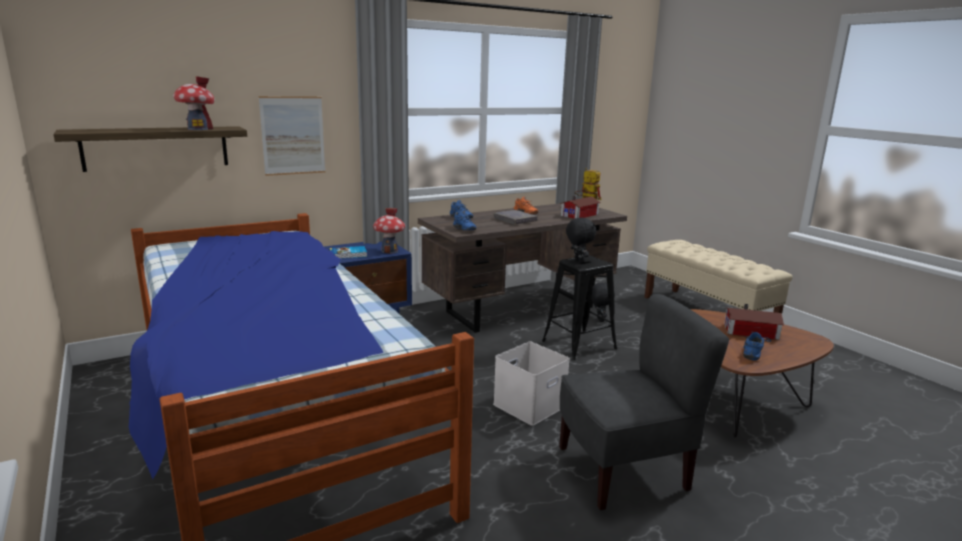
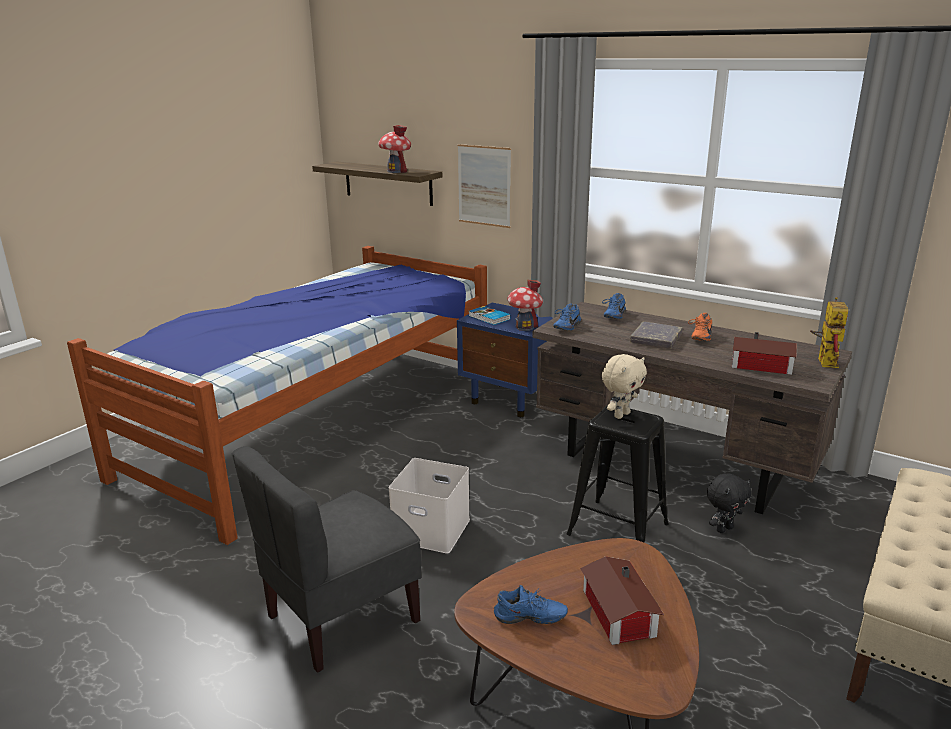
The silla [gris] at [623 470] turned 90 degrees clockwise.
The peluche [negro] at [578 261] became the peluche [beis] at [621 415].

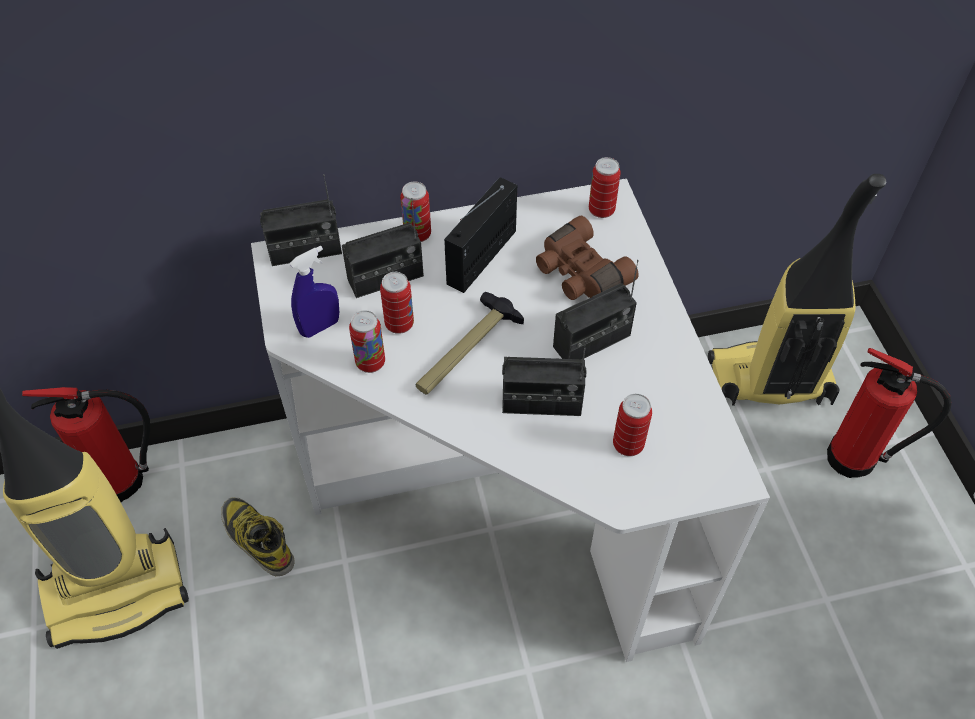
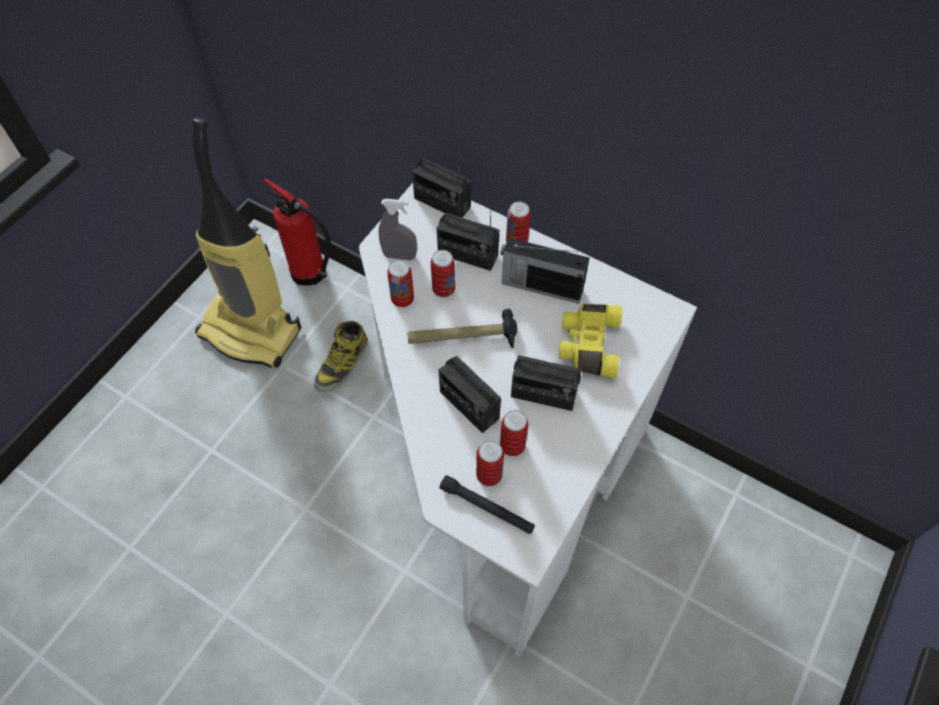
The bota at [256 539] turned 150 degrees counterclockwise.
The pulverizador [azul] at [320 327] became the pulverizador [gris] at [399 255].
The radio at [483 256] turned 150 degrees counterclockwise.
The prismáticos [marrón] at [579 273] became the prismáticos [amarillo] at [587 345].
The lata moved from [601 210] to [512 446].
The aspiradora at [768 383] disappeared.
The extintor at [856 459] disappeared.
The linterna [negro] at [487 508] appeared.

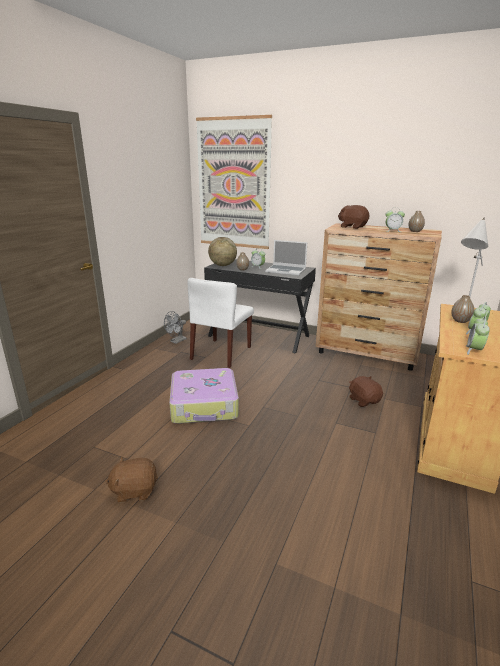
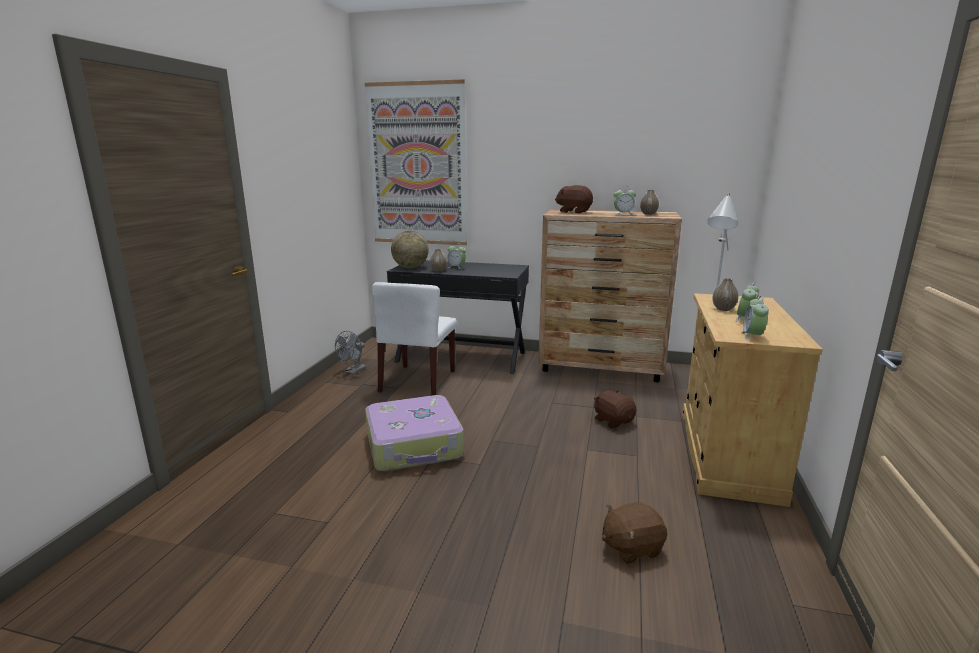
The peluche [marrón] moved from [134 490] to [631 547].
The portátil at [286 271] disappeared.

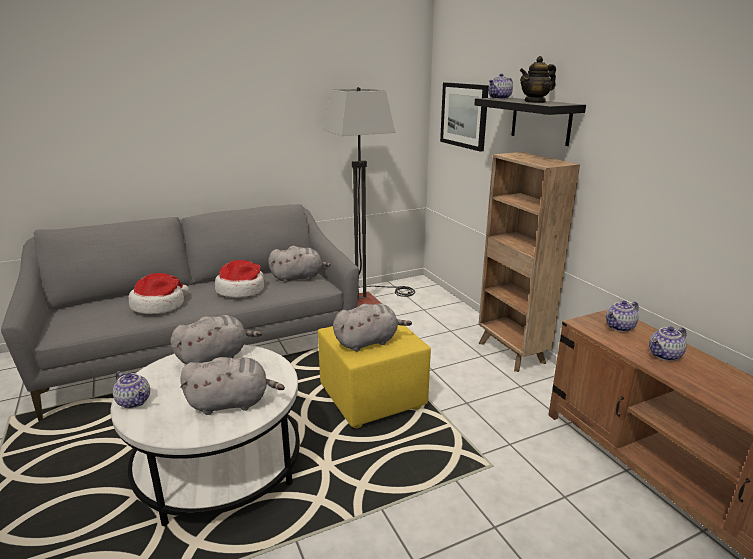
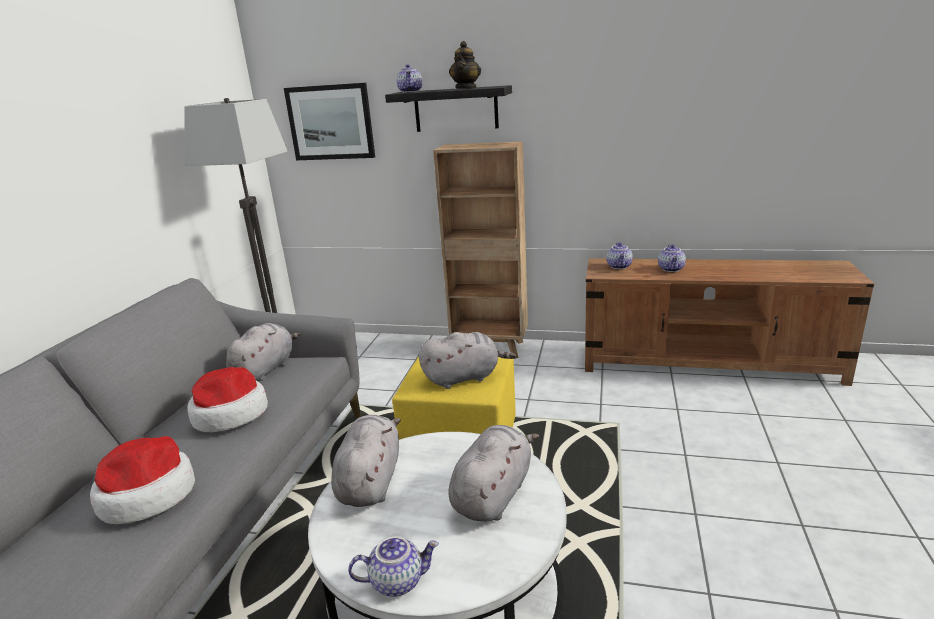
The peluche [gris] at [368 342] turned 60 degrees clockwise.

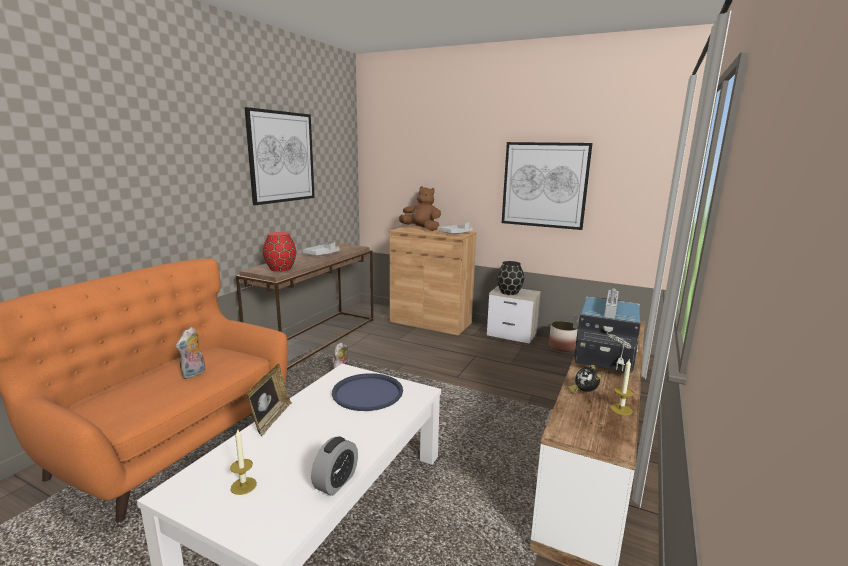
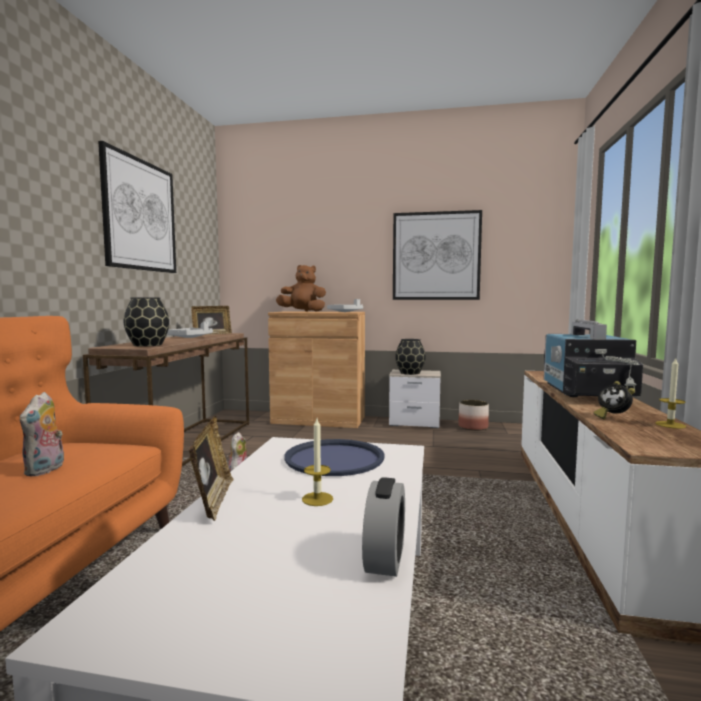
The vela moved from [243 486] to [317 499].
The florero [rojo] at [281 269] became the florero [negro] at [148 345].
The portarretratos at [212 334] appeared.

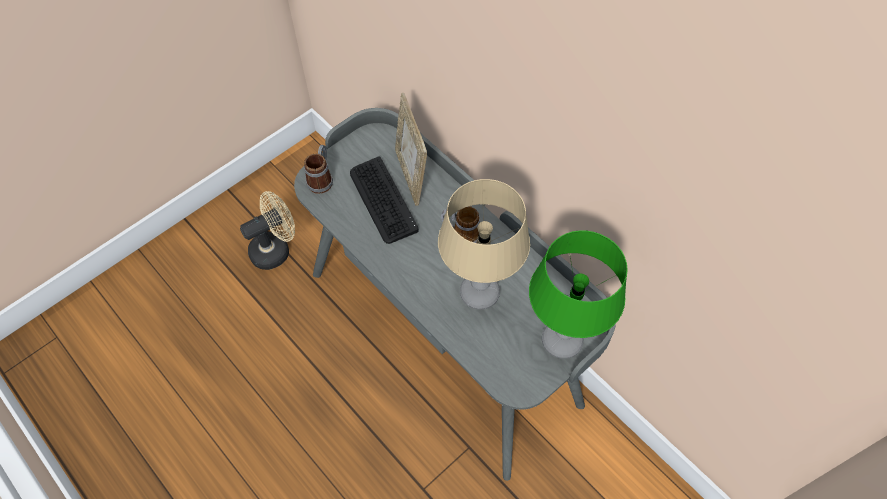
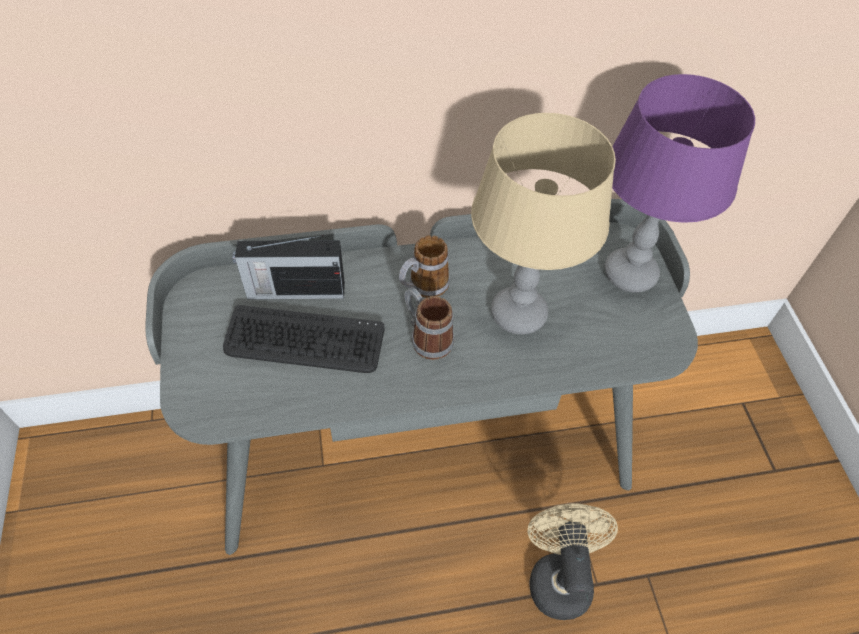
The ventilador [beis] moved from [275 249] to [558 575].
The taza grande moved from [321 178] to [426 337].
The portarretratos at [411 175] was replaced by the radio at [294 290].
The lámpara de mesa [verde] at [562 341] became the lámpara de mesa [morado] at [630 274].

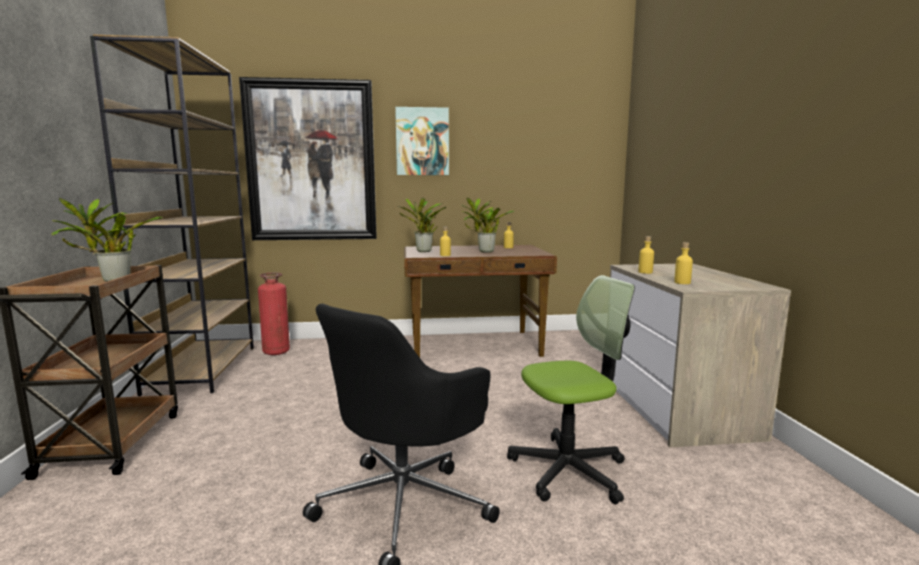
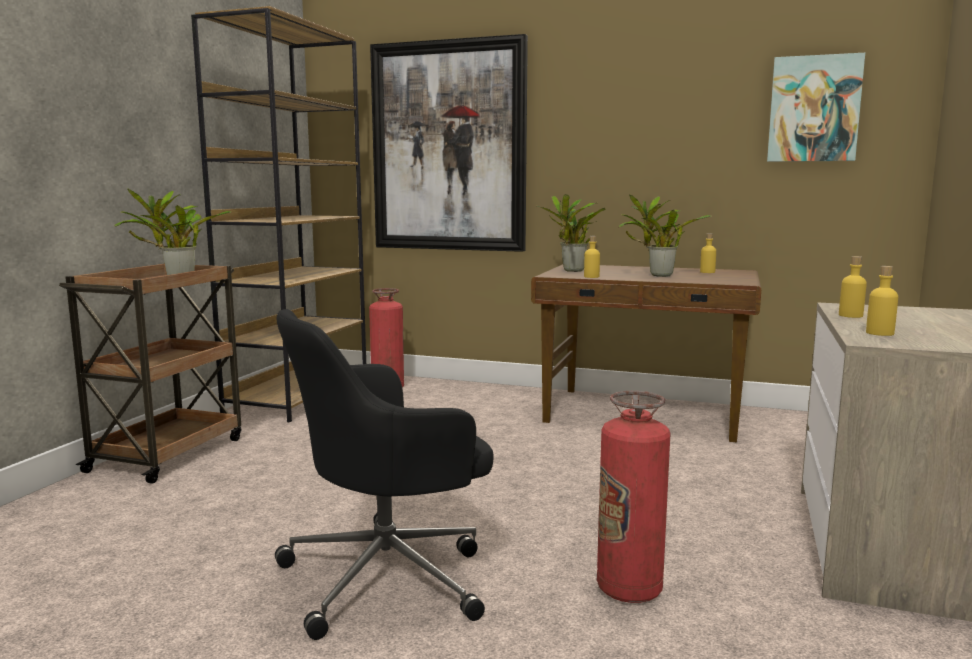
The cuadro moved from [422 141] to [814 109].
The silla de oficina at [568 470] was replaced by the extintor at [629 589].

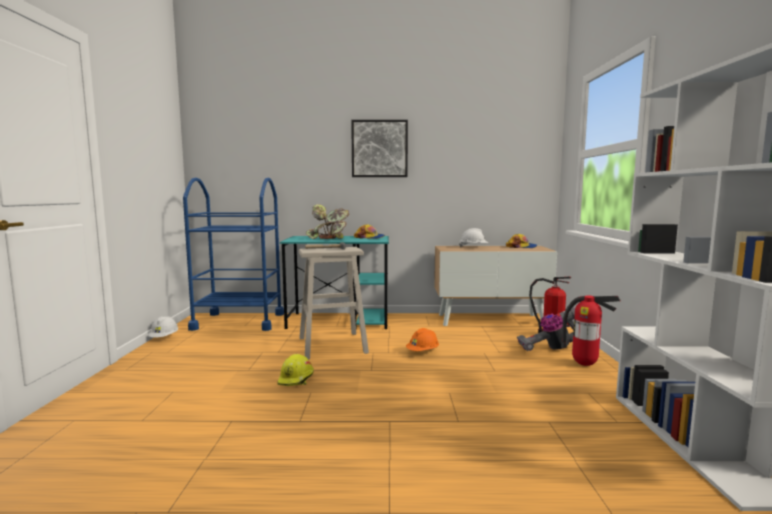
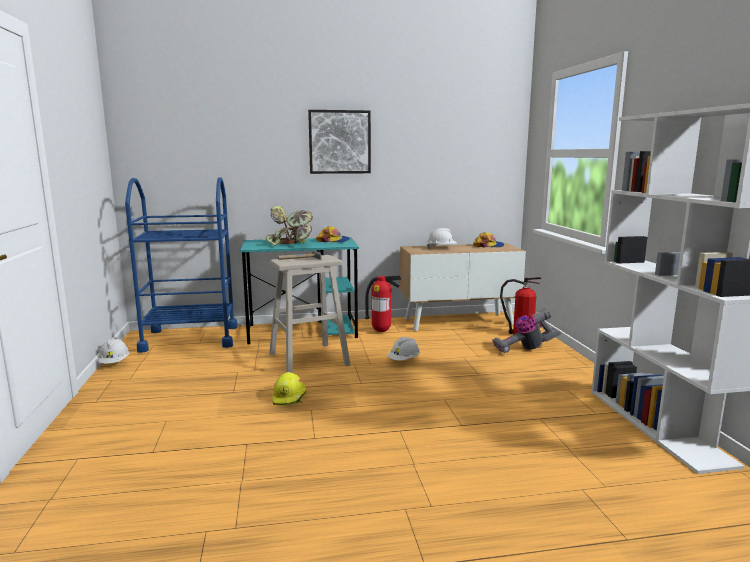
The casco [naranja] at [423 352] became the casco [blanco] at [404 360].
The extintor moved from [585 364] to [381 331].

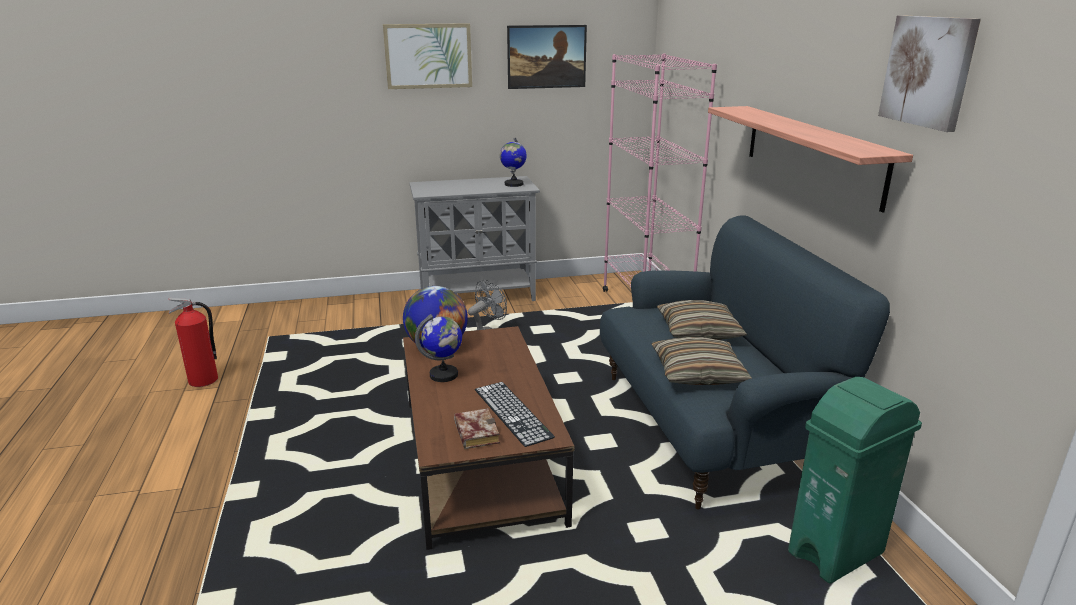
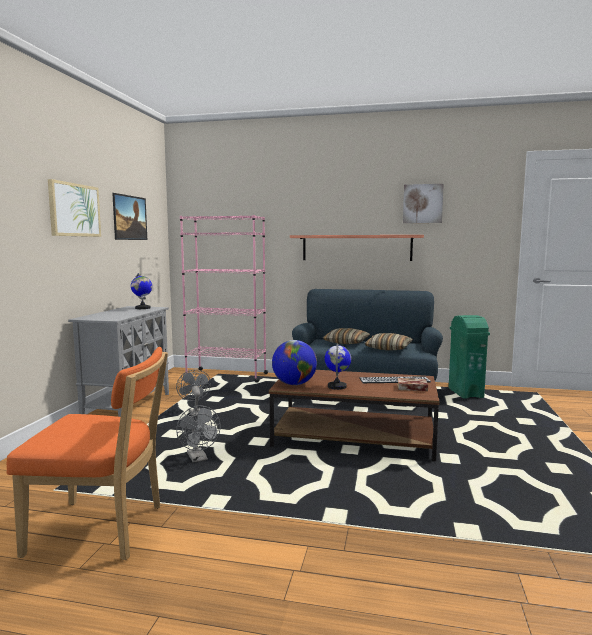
The extintor at [204 380] was replaced by the silla [naranja] at [103 530].
The ventilador [gris] at [199 459] appeared.

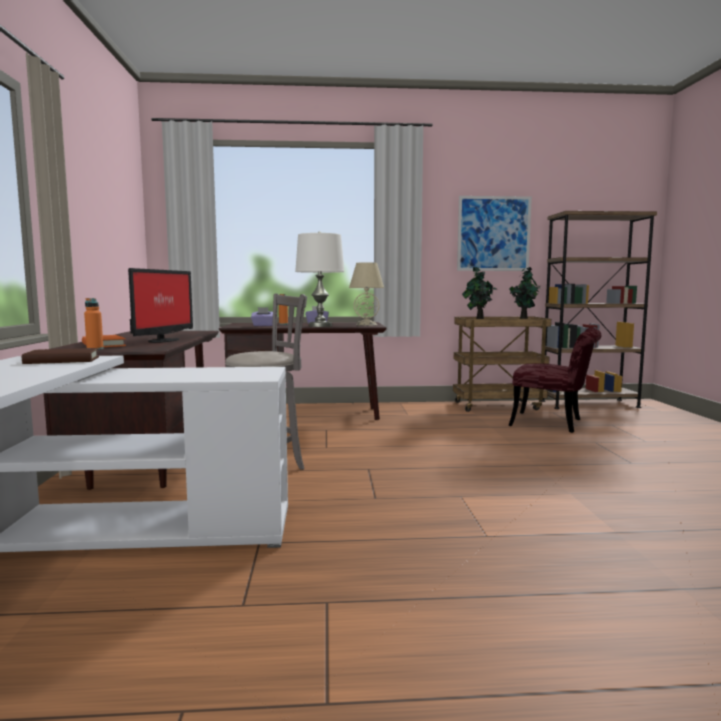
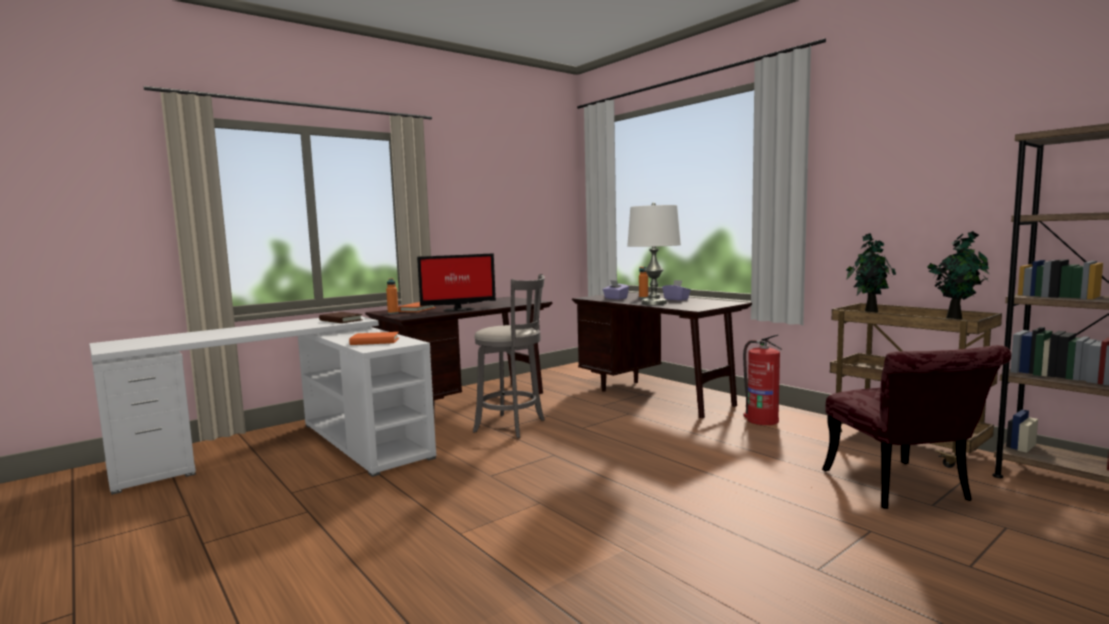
The lámpara de mesa [beis] at [366 324] disappeared.
The cuadro at [493 233] disappeared.
The libro [naranja] at [375 341] appeared.
The extintor at [761 420] appeared.

